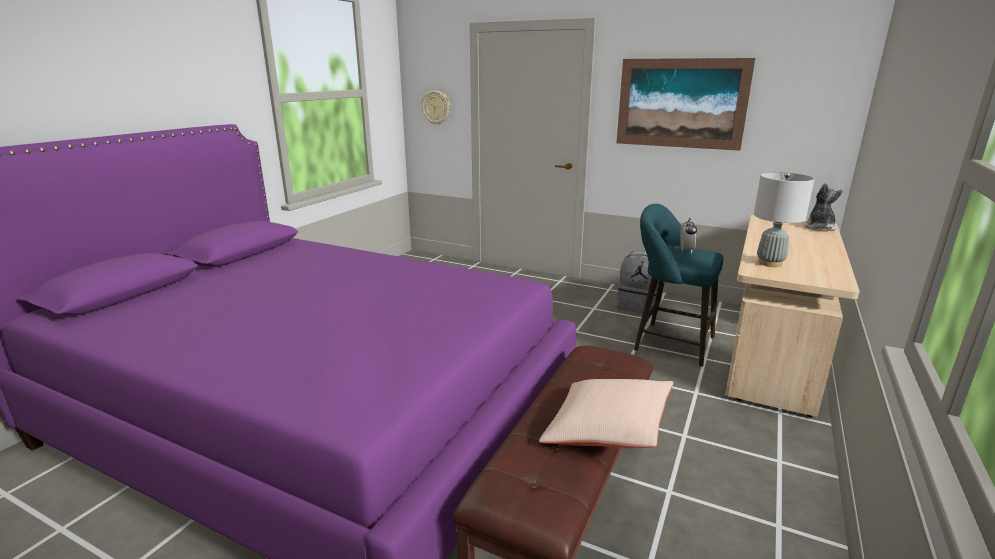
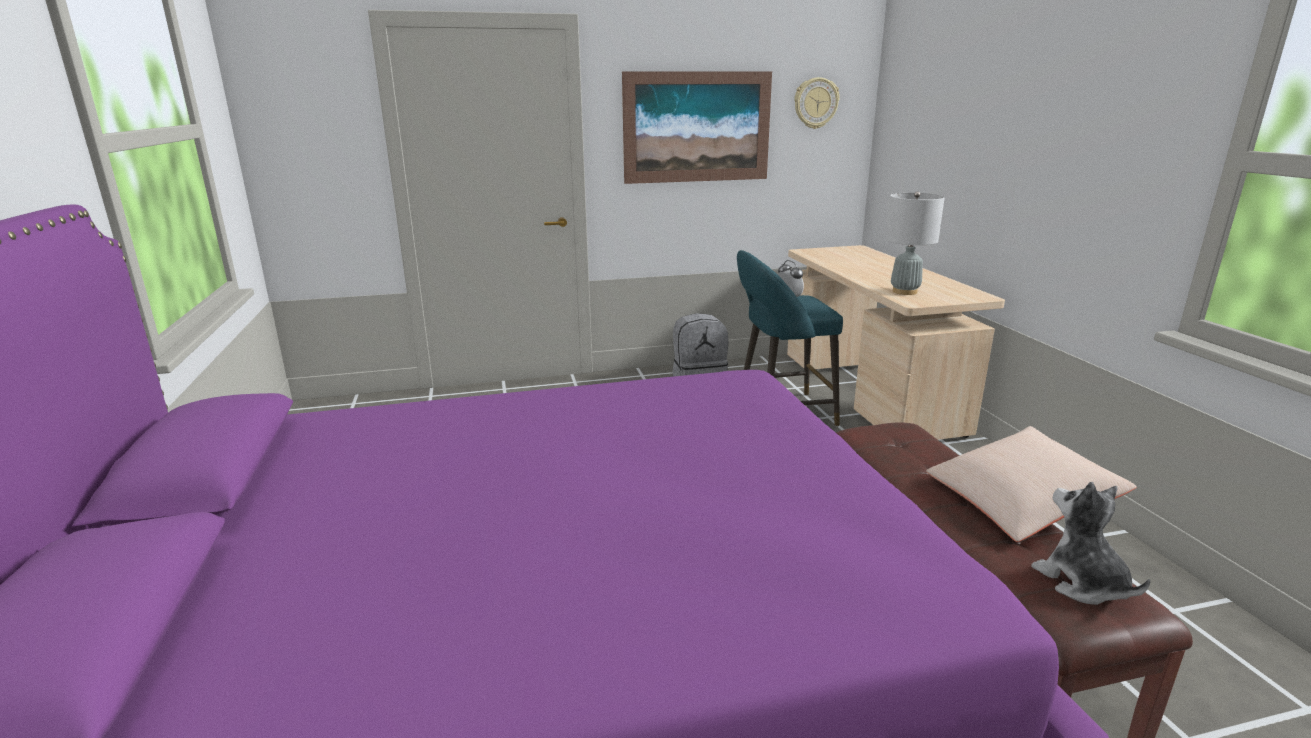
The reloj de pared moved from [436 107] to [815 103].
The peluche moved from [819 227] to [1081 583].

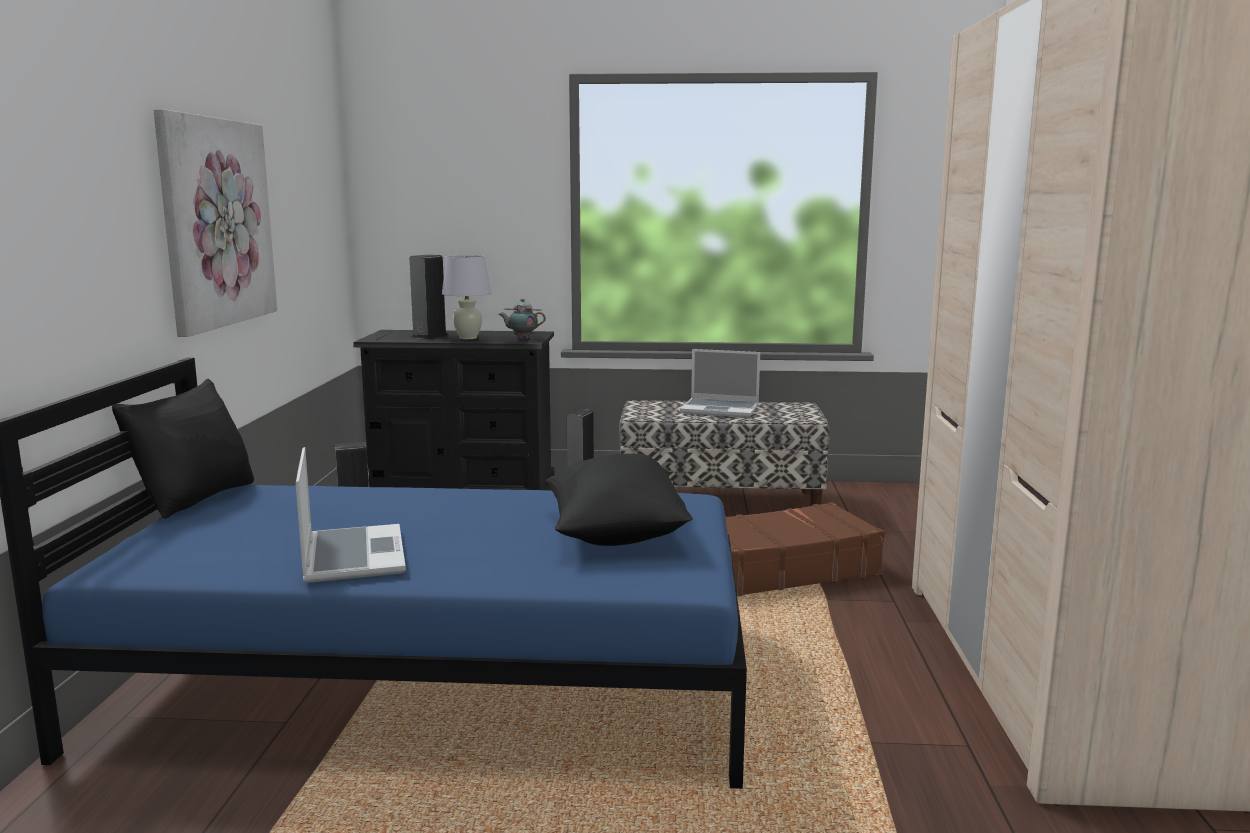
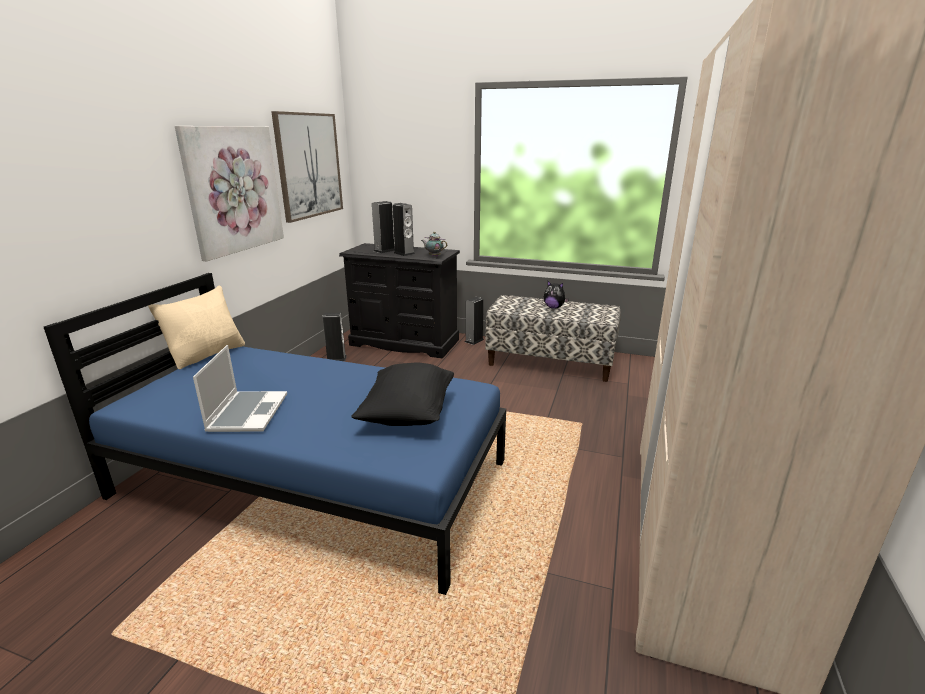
The cojín [negro] at [196 498] became the cojín [beis] at [207 354].
The lámpara de mesa [blanco] at [468 338] was replaced by the altavoz at [404 253].
The portátil at [721 410] was replaced by the peluche at [554 307].
The maleta [marrón] at [778 569] disappeared.
The cuadro at [309 165] appeared.

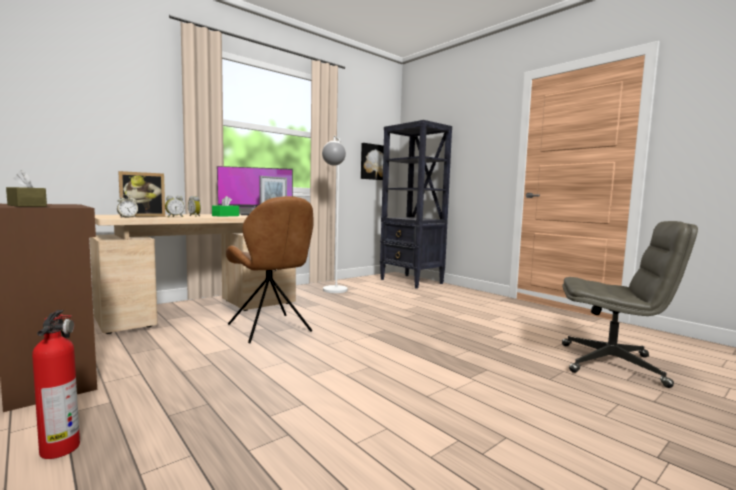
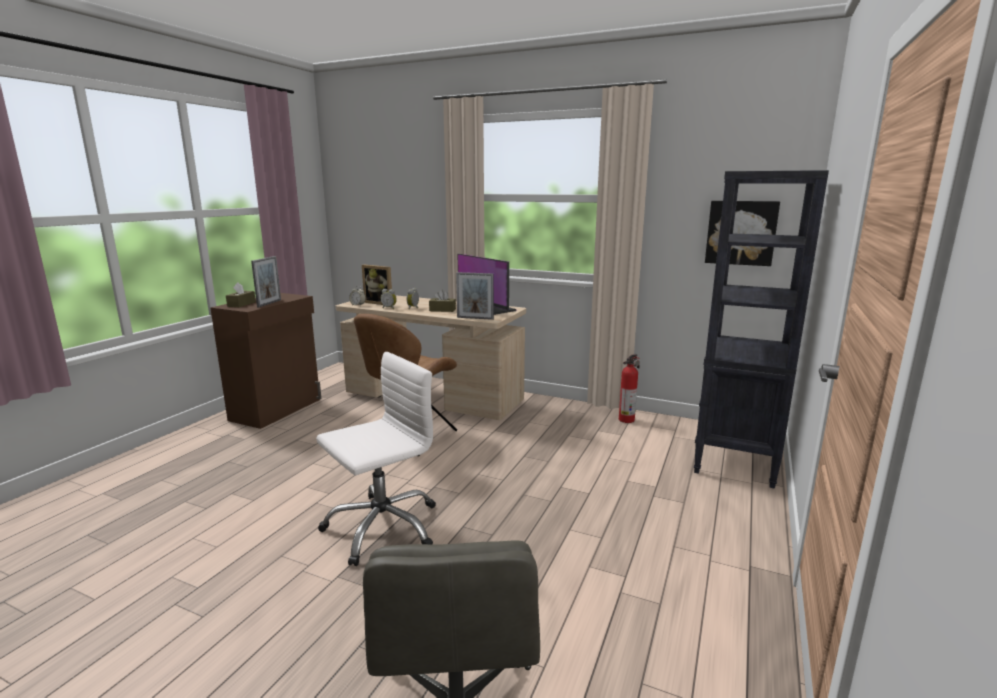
The extintor moved from [61 447] to [627 419].
The caja de pañuelos [verde] at [225 216] became the caja de pañuelos [marrón] at [442 310].
The lámpara de pie [blanco] at [333 292] disappeared.
The portarretratos at [269 303] appeared.
The silla de oficina [blanco] at [382 527] appeared.

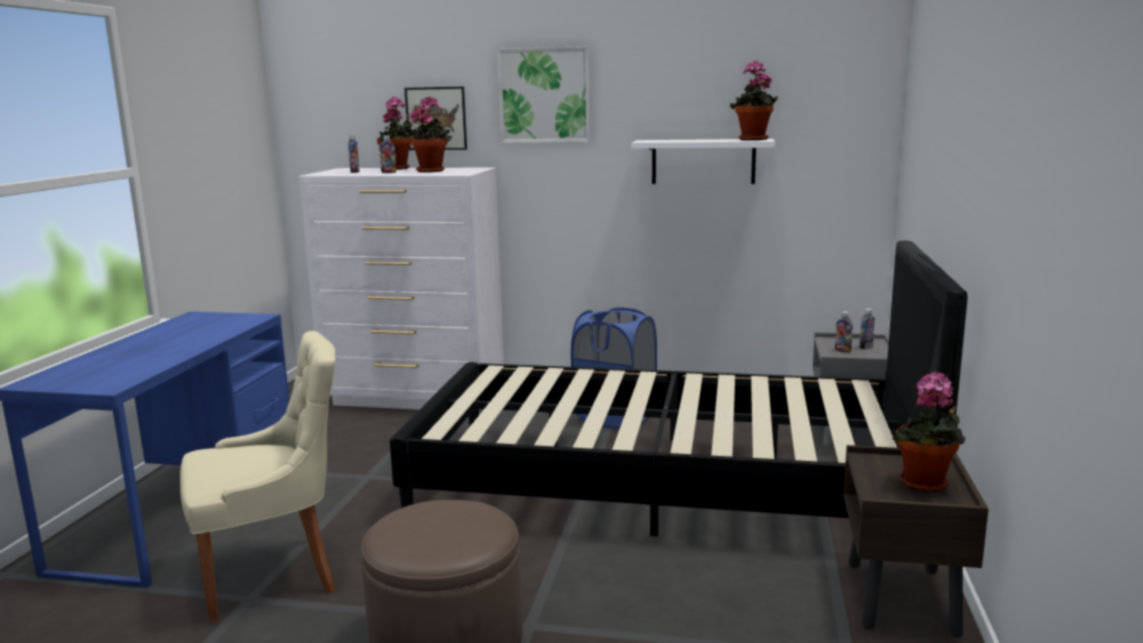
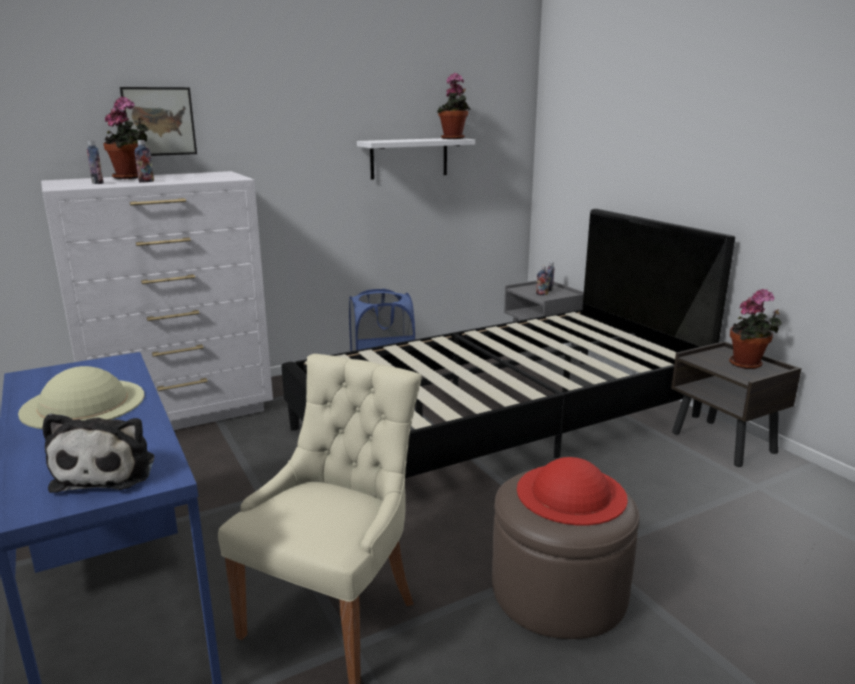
The planta en maceta at [432 171] disappeared.
The cuadro at [545 95] disappeared.
The sombrero [beis] at [83 403] appeared.
The peluche at [108 471] appeared.
The sombrero [rojo] at [571 493] appeared.

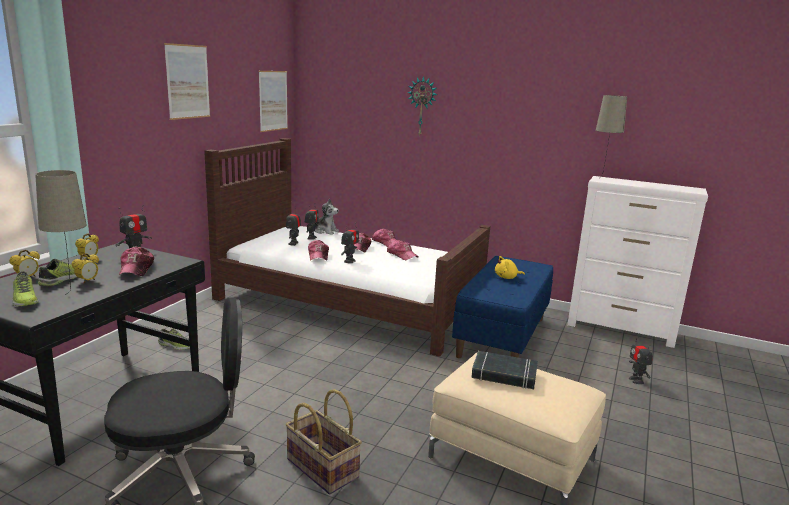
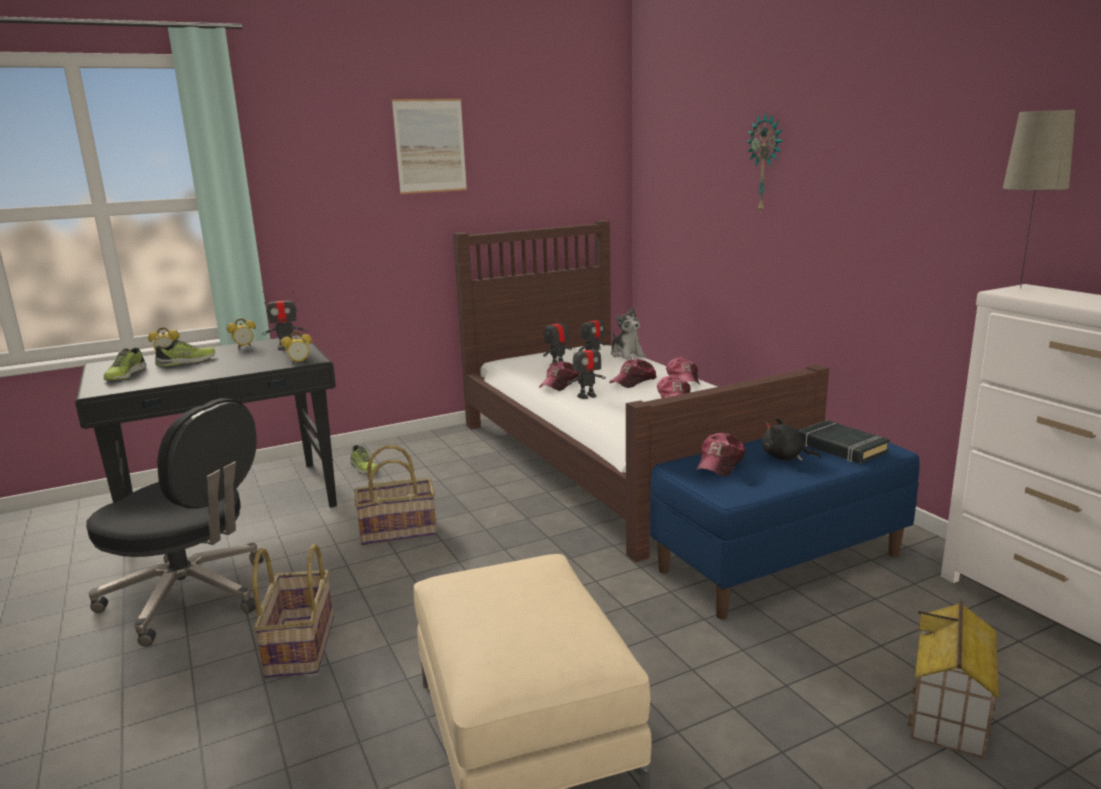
The lámpara de mesa [beis] at [72 296] disappeared.
The despertador moved from [87 281] to [299 363].
The gorra moved from [136 269] to [720 464].
The cuadro at [273 101] disappeared.
The libro [negro] moved from [504 375] to [841 448].
The peluche [amarillo] at [507 277] became the peluche [negro] at [785 457].
The robot de juguete at [636 380] was replaced by the casita at [949 713].
The cesta at [398 530] appeared.

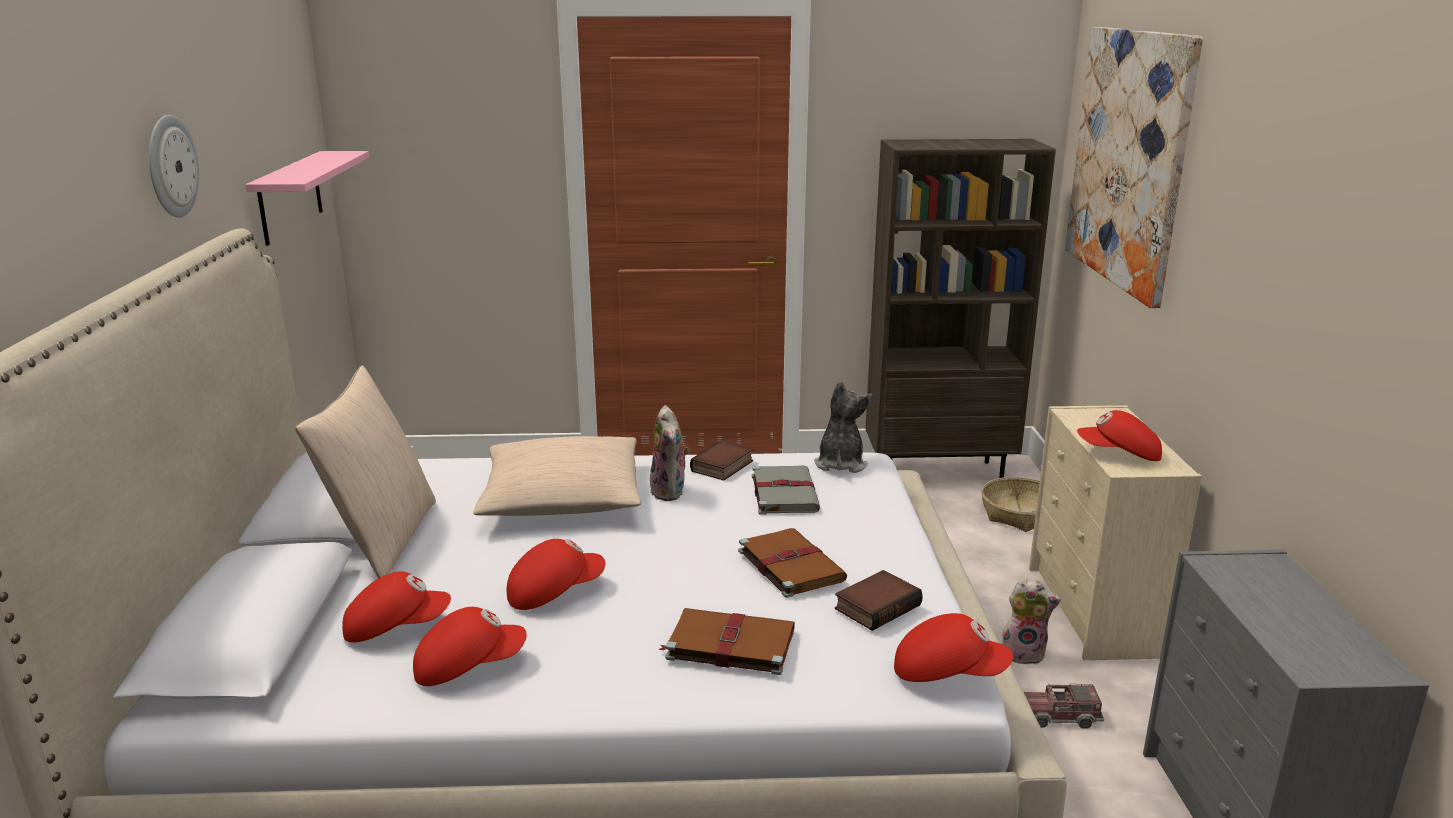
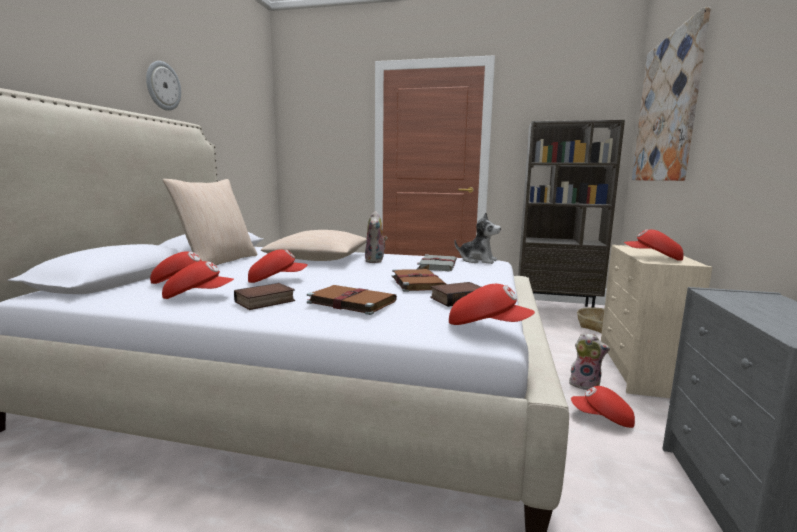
The estante [rosa] at [290 197] disappeared.
The libro moved from [723 467] to [265 302].
The peluche at [840 463] turned 90 degrees clockwise.
The camión de juguete at [1060 716] was replaced by the gorra [rojo] at [602 419].

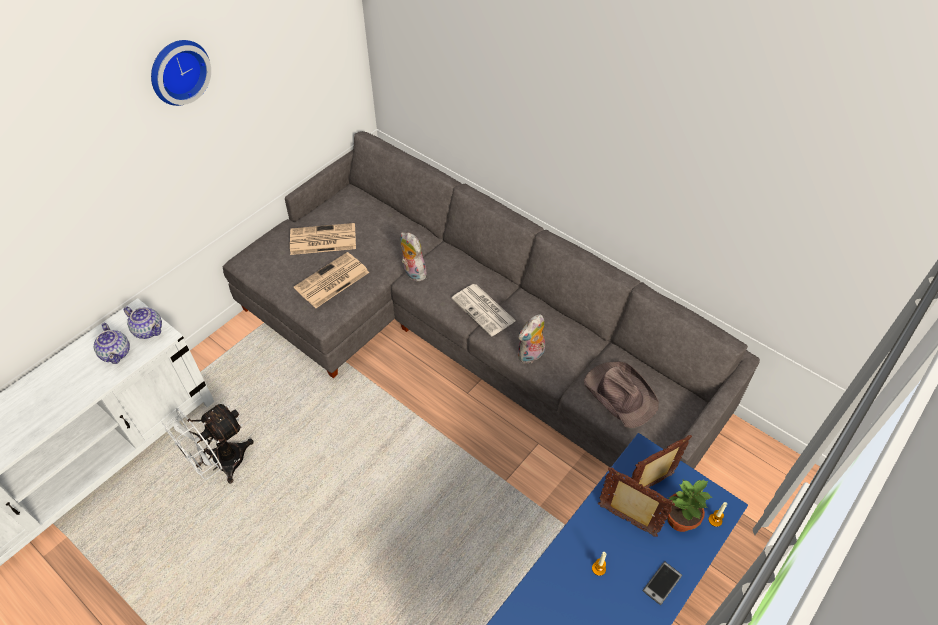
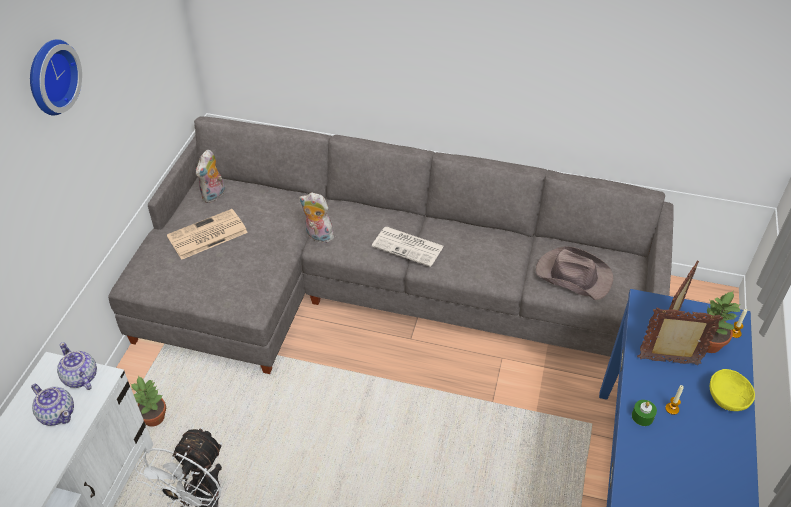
The tetera at [148 329] turned 135 degrees counterclockwise.
The periódico at [331 281] disappeared.
The peluche moved from [531 356] to [214 196].
The móvil at [662 583] was replaced by the cuenco [amarillo] at [728 398].
The planta en maceta at [154 417] appeared.
The vela [verde] at [642 416] appeared.

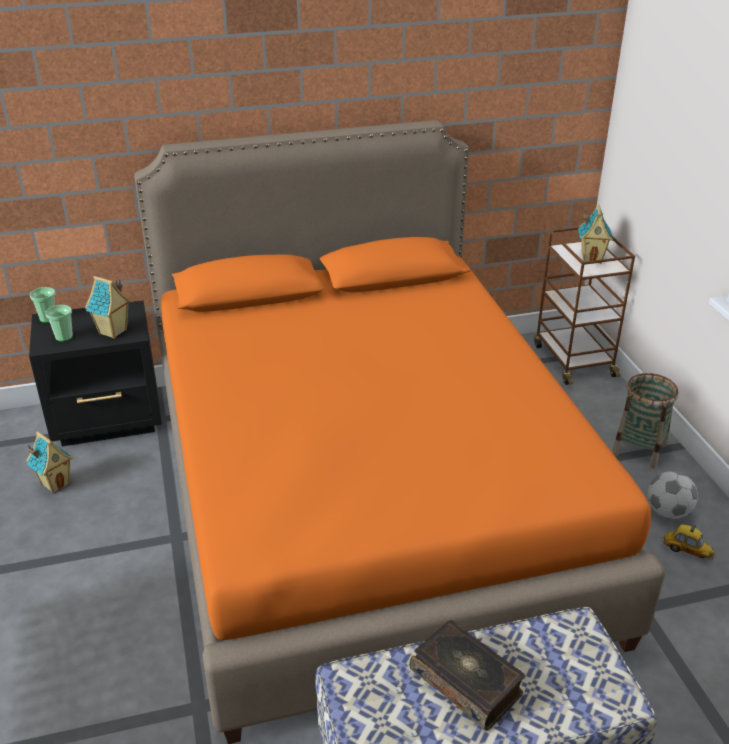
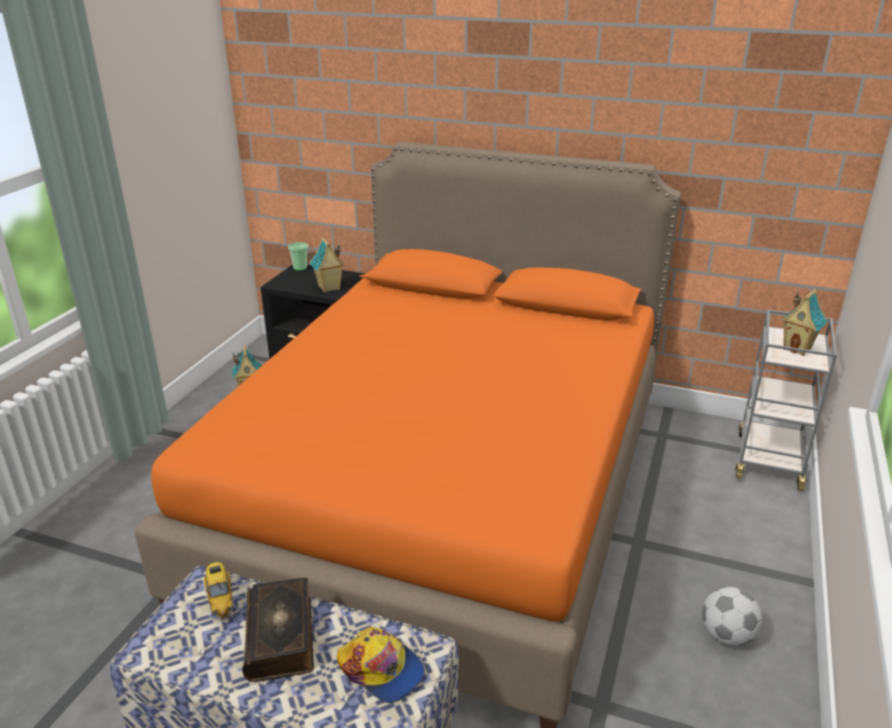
The taza at [64 337] disappeared.
The carrito [marrón] at [573 360] became the carrito [gris] at [768 460].
The cesta at [639 449] disappeared.
The coche de juguete moved from [687 551] to [221 600].
The gorra at [381 669] appeared.

